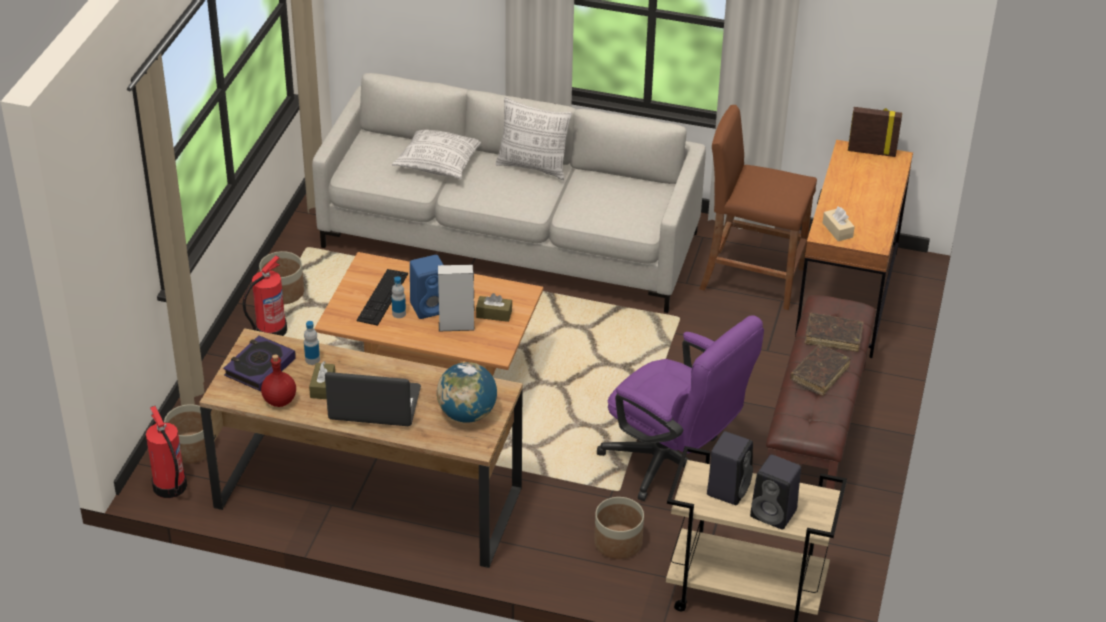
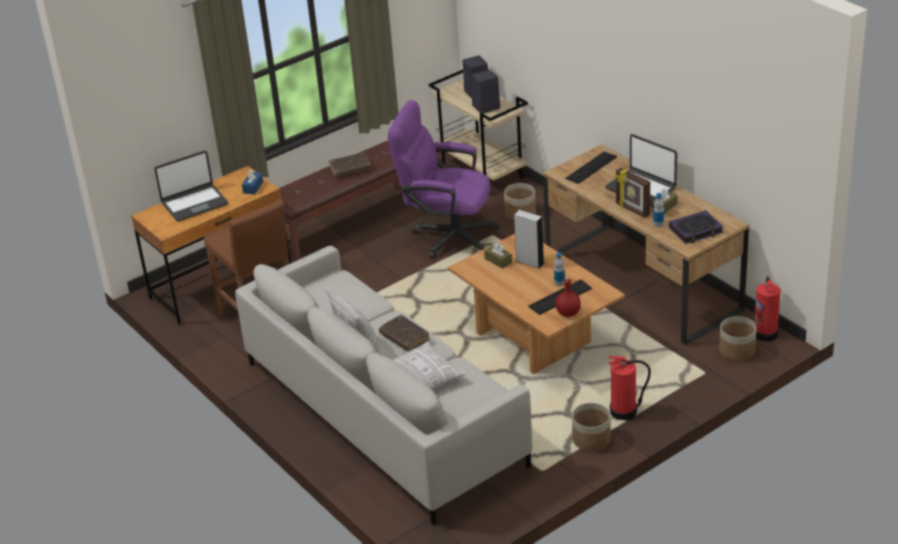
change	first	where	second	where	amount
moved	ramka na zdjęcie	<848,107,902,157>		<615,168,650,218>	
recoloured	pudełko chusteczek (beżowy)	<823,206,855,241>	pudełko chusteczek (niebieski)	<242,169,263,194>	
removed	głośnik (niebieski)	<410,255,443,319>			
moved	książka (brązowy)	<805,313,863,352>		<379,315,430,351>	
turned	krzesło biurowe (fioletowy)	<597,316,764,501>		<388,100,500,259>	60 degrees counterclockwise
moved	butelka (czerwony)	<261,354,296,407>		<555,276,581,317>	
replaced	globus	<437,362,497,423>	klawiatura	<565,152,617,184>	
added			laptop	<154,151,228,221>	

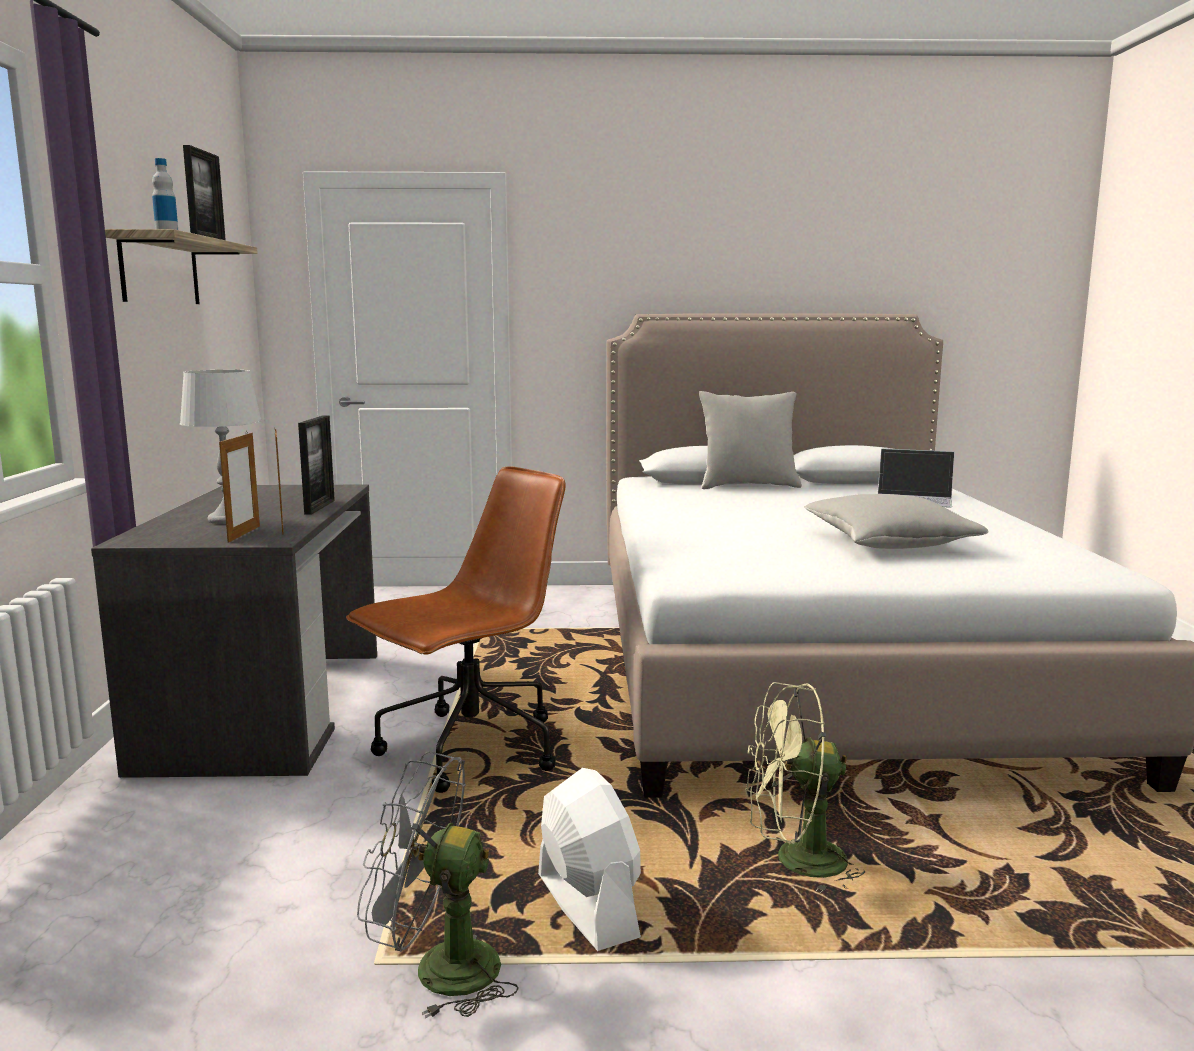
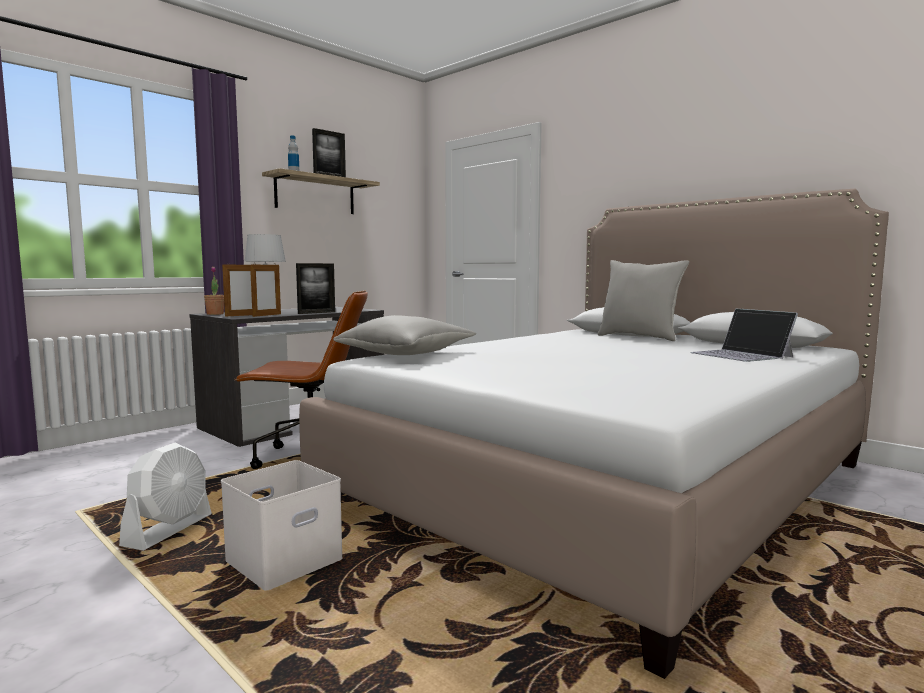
change	first	where	second	where	amount
moved	poduszka (szary)	<804,494,989,549>		<333,315,476,355>	
replaced	wentylator (zielony)	<746,682,866,893>	pojemnik do przechowywania (biały)	<221,460,342,591>	
removed	wentylator (szary)	<357,751,519,1019>			
added			roślina doniczkowa	<204,267,224,315>	

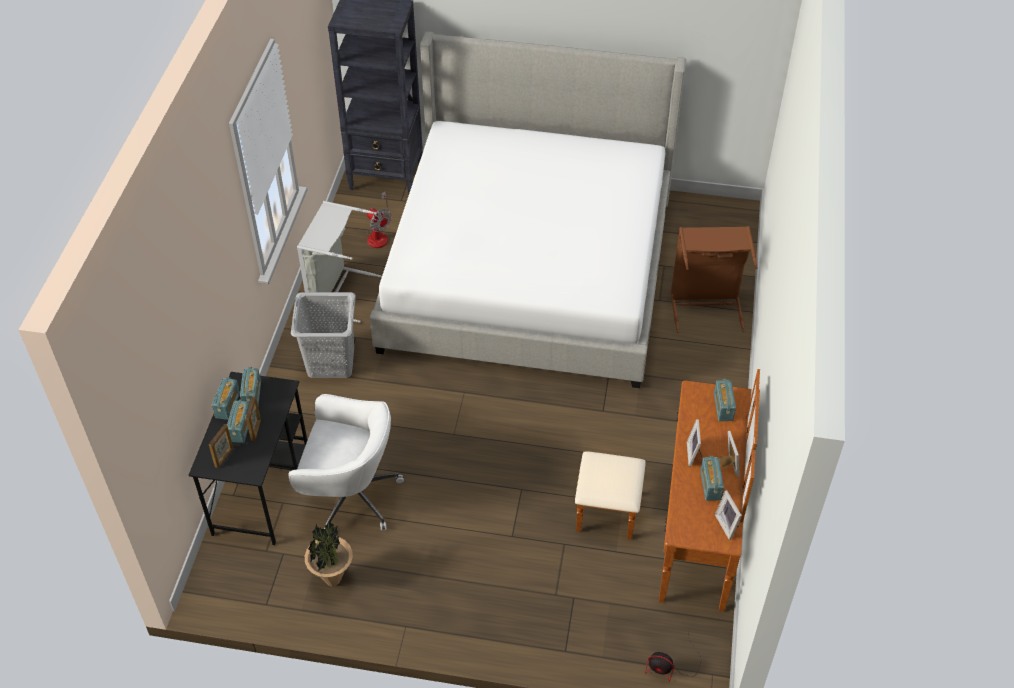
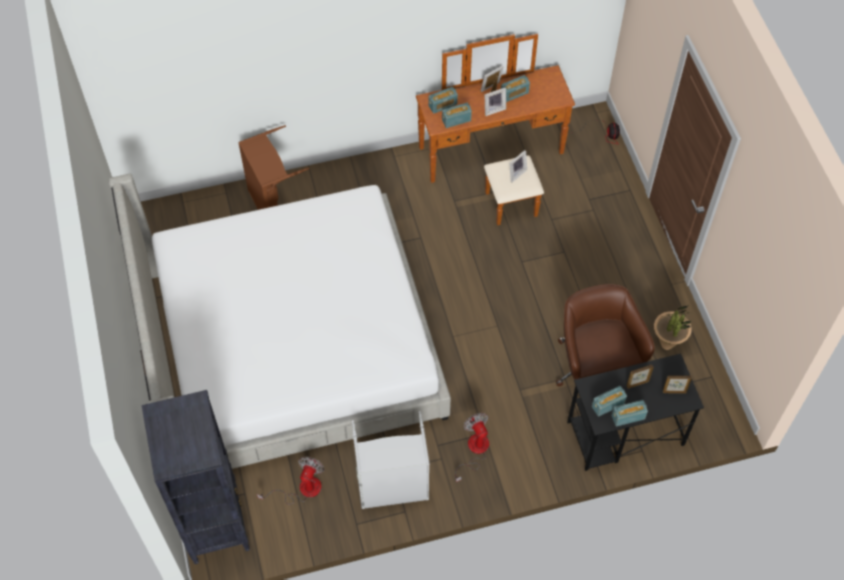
change	first	where	second	where	amount
replaced	kosz na pranie (szary)	<291,292,356,378>	wentylator	<455,413,489,482>	
recoloured	krzesło biurowe (biały)	<288,394,404,530>	krzesło biurowe (brązowy)	<556,284,655,386>	
moved	radio	<227,399,250,443>		<442,103,472,128>	
moved	ramka na zdjęcie	<715,490,742,540>		<509,150,527,182>	

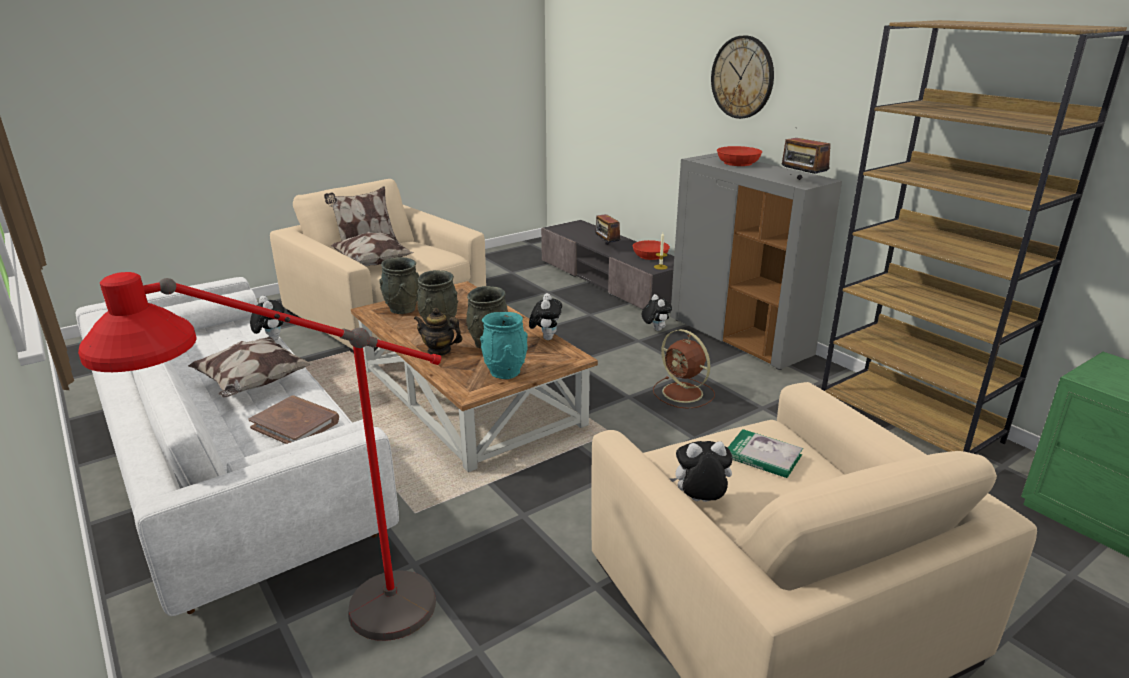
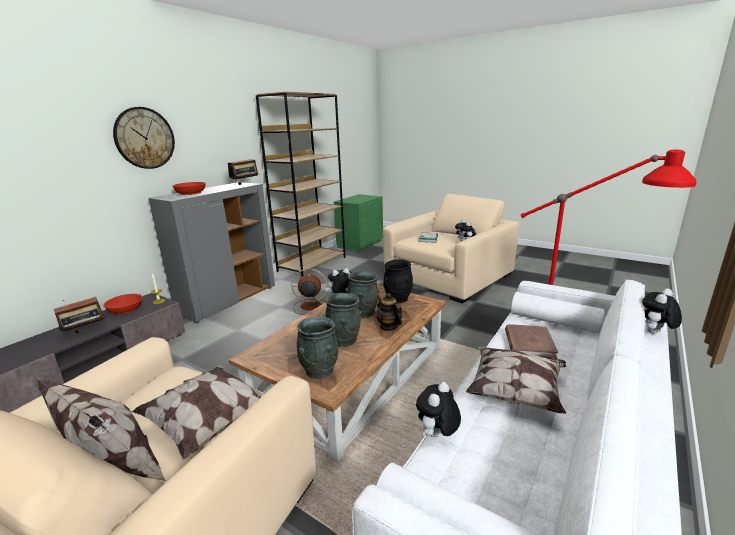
change	first	where	second	where	amount
moved	pluszak	<642,294,672,331>		<642,288,682,334>	
turned	imbryk	<414,308,463,356>		<376,293,402,331>	150 degrees clockwise
recoloured	wazon (turkusowy)	<480,312,528,379>	wazon (czarny)	<383,259,413,303>	
turned	wentylator (brązowy)	<653,329,715,409>		<291,269,328,315>	120 degrees counterclockwise

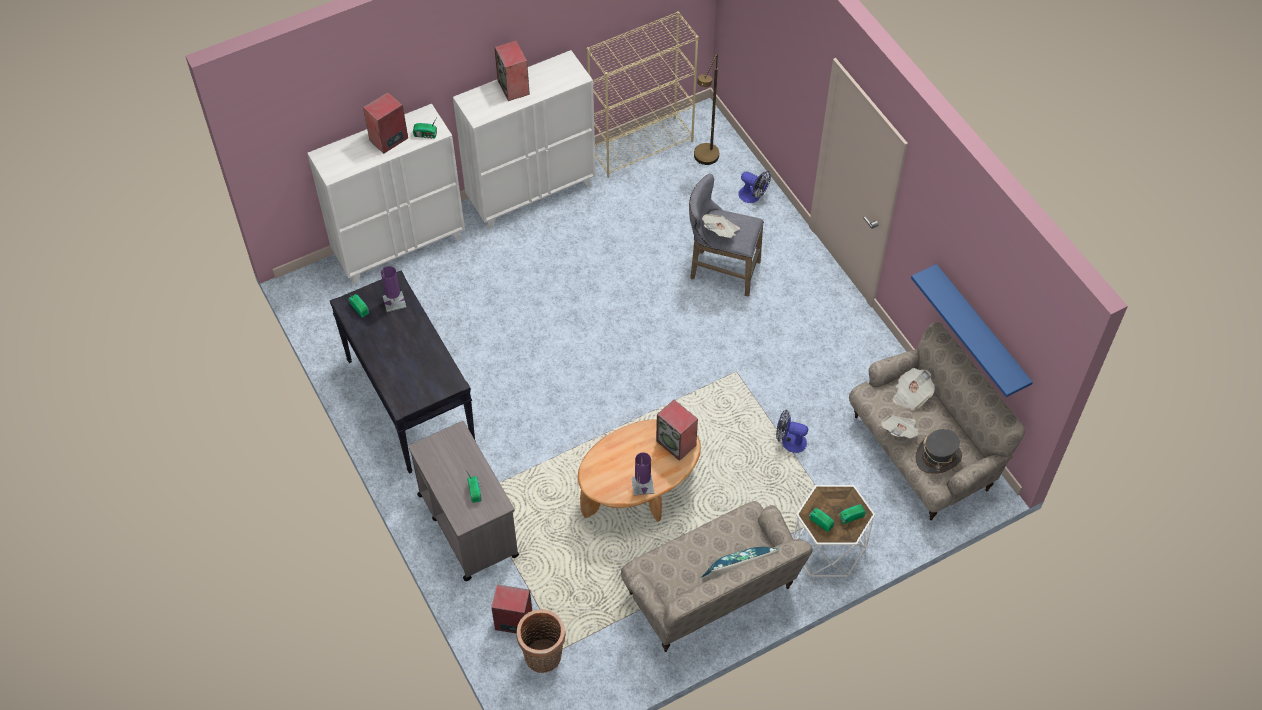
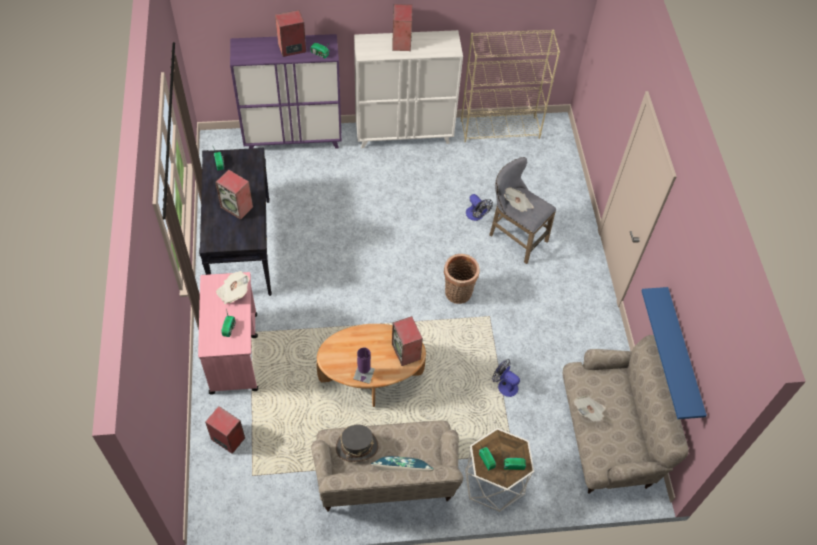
change	first	where	second	where	amount
removed	lampa stojąca (brązowy)	<694,54,719,165>			
recoloured	szafka (biały)	<307,104,465,284>	szafka (fioletowy)	<230,34,342,149>	
moved	wentylator	<738,171,771,203>		<466,194,493,221>	
removed	lampa stołowa (fioletowy)	<381,266,407,312>			
moved	gazeta	<892,368,935,411>		<216,271,250,304>	
recoloured	wózek (szary)	<408,421,519,581>	wózek (różowy)	<198,272,258,394>	
moved	kapelusz (szary)	<916,429,962,474>		<336,425,378,462>	
moved	koszyk	<517,609,566,673>		<444,254,480,304>	
added			głośnik	<215,169,253,220>	

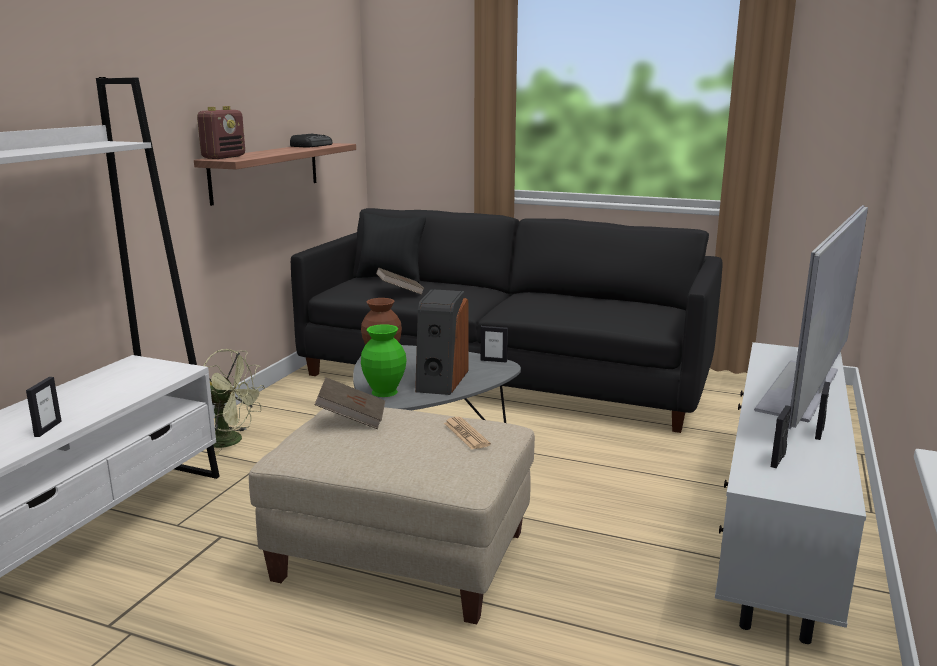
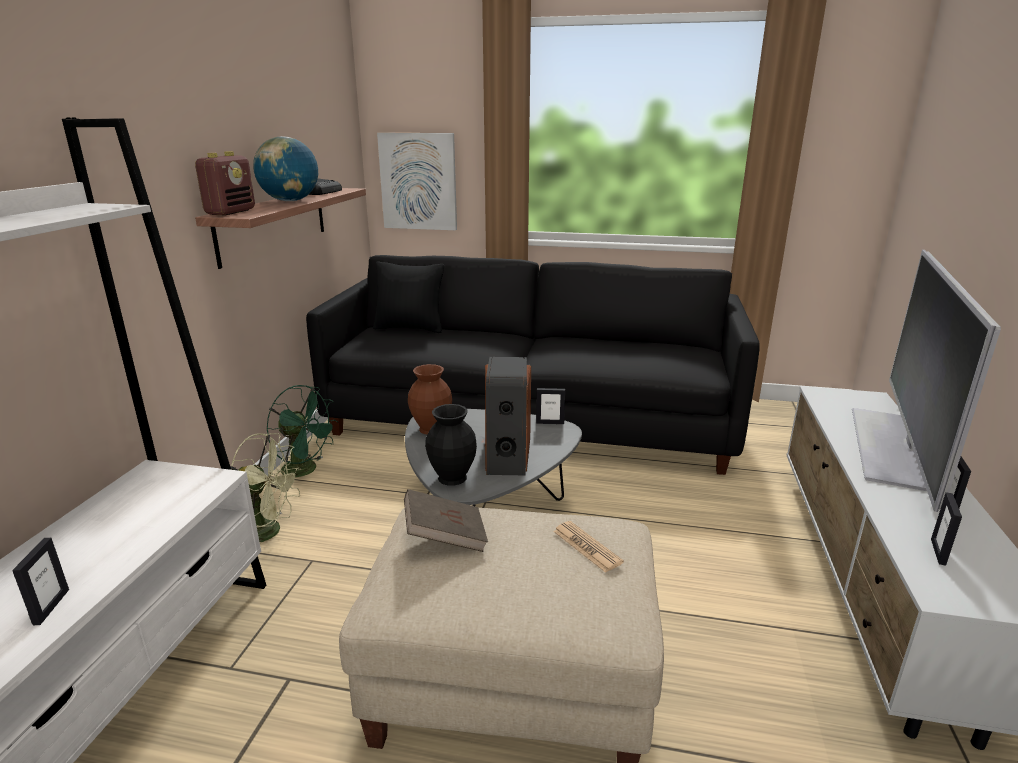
change	first	where	second	where	amount
removed	książka (brązowy)	<376,268,424,295>			
recoloured	wazon (zielony)	<361,324,407,397>	wazon (czarny)	<425,404,477,486>	
added			obraz	<377,133,457,230>	
added			globus	<253,136,318,201>	
added			wentylator (zielony)	<266,385,338,477>	

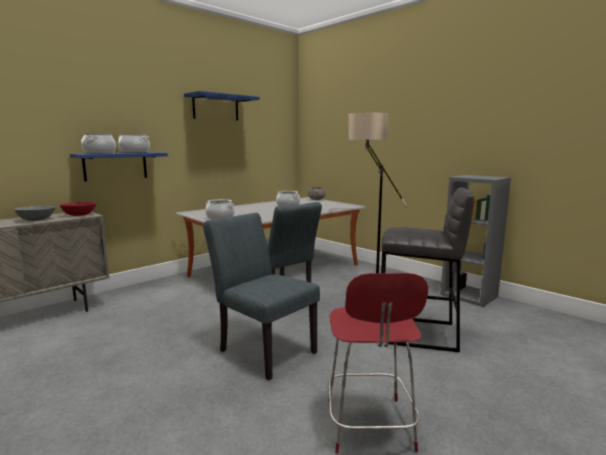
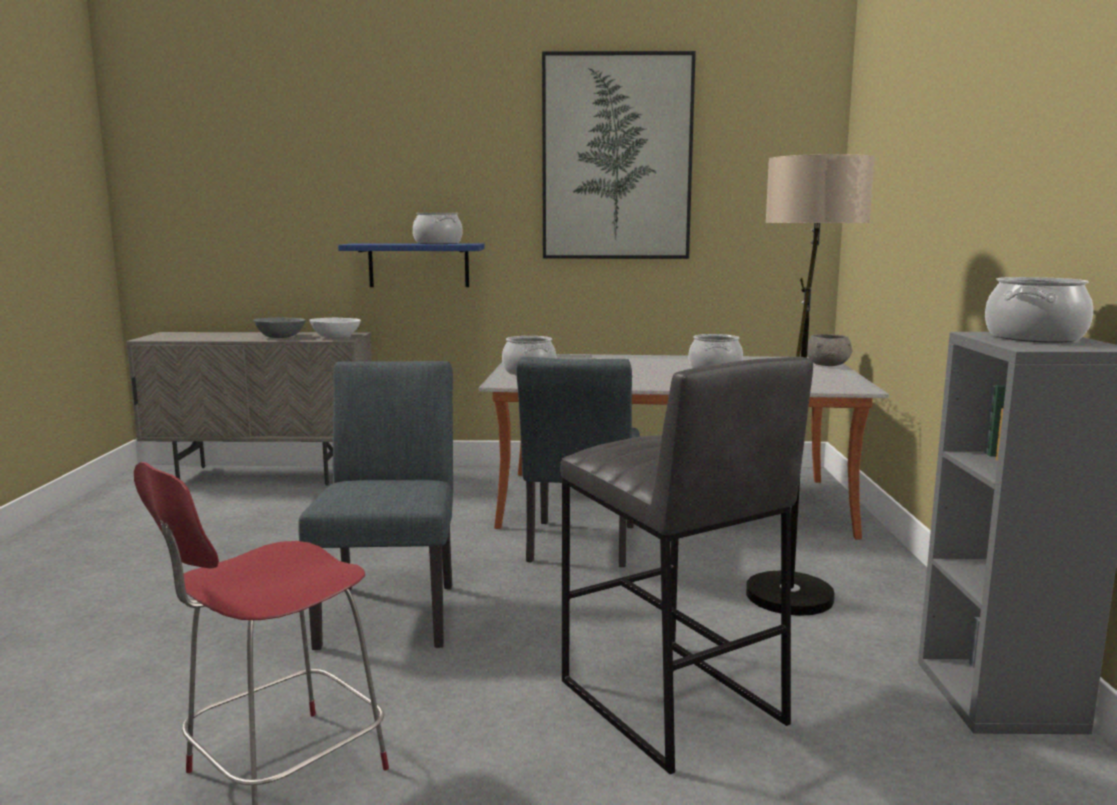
change	first	where	second	where	amount
replaced	półka (niebieski)	<184,91,260,121>	obraz	<542,51,696,259>	
moved	garnek	<81,134,116,154>		<985,277,1093,343>	
recoloured	miska (czerwony)	<60,202,97,216>	miska (biały)	<309,318,361,338>	

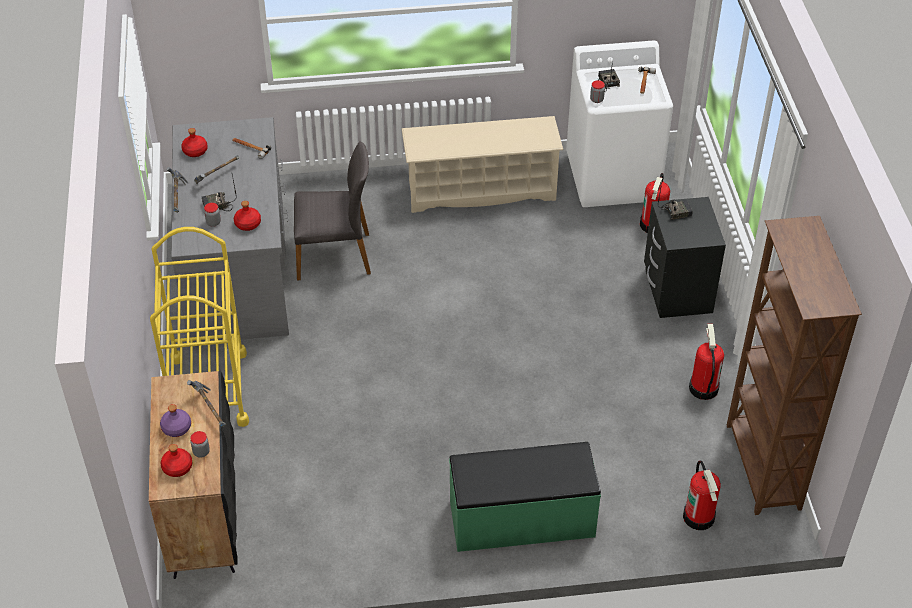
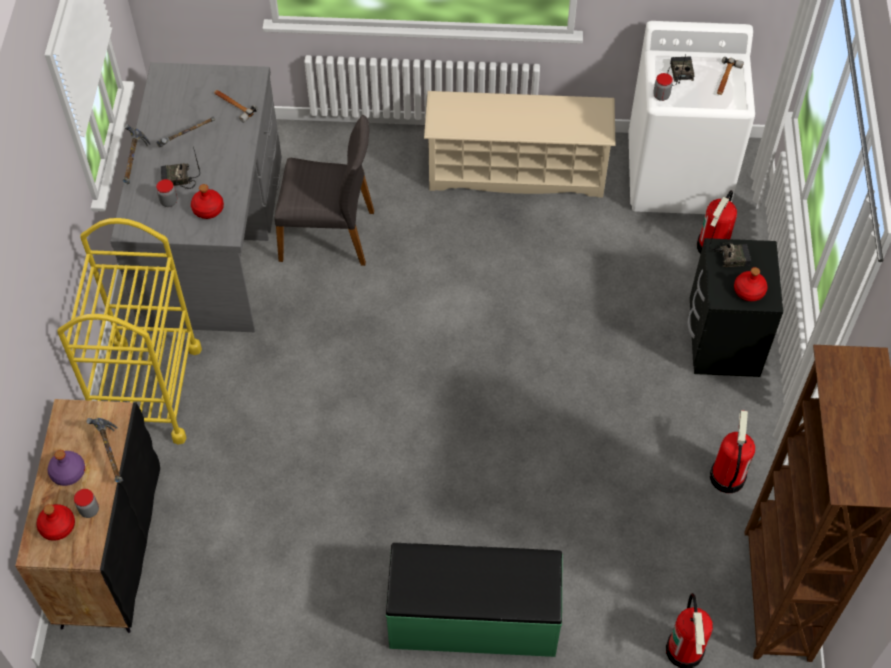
change	first	where	second	where	amount
moved	butelka (czerwony)	<181,128,208,157>		<734,267,768,301>	

